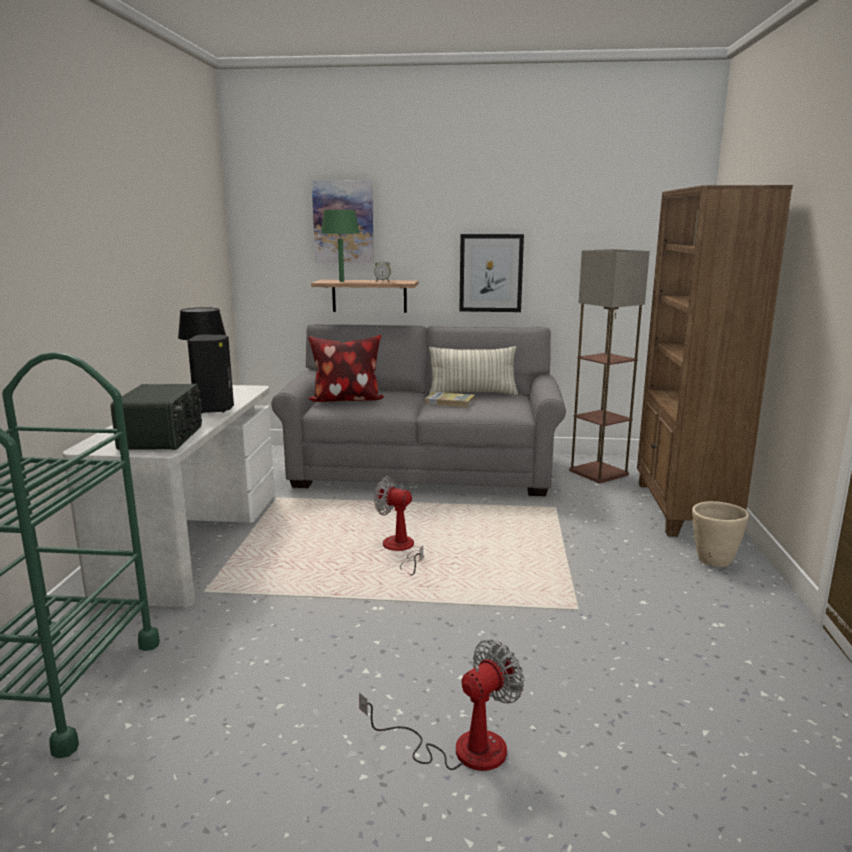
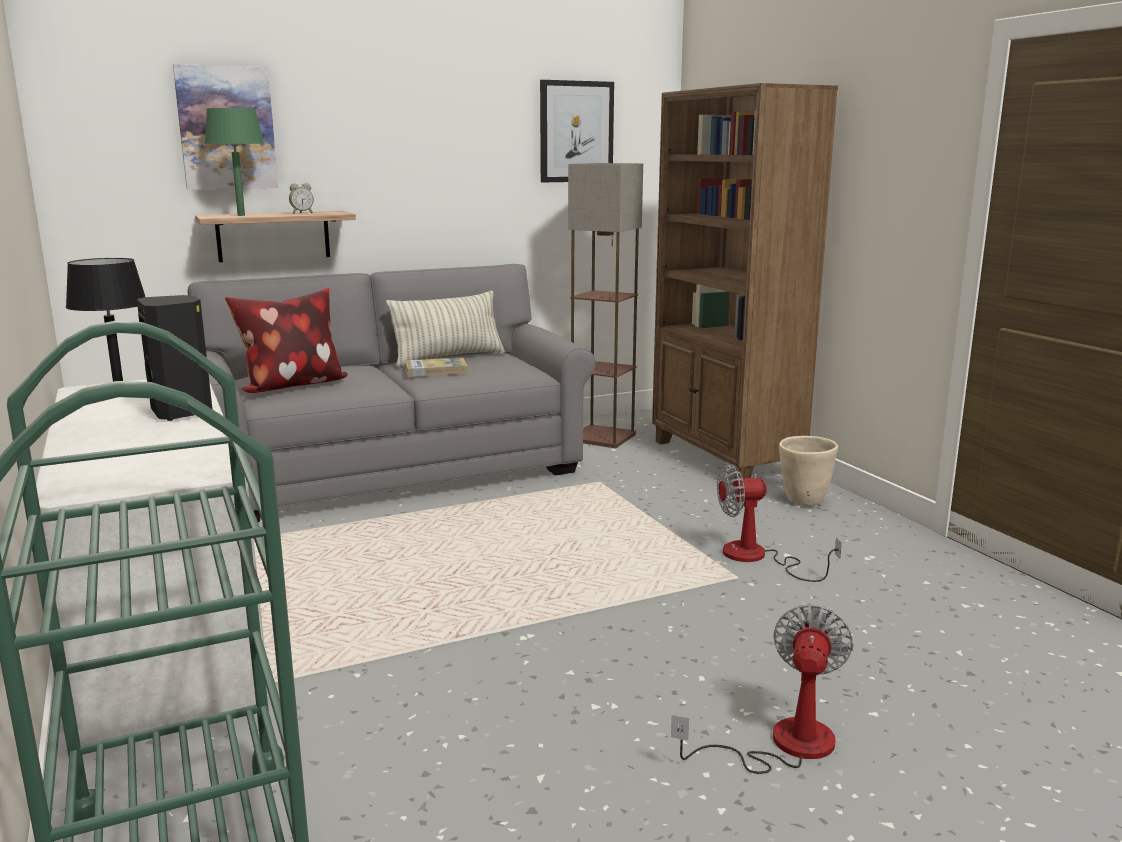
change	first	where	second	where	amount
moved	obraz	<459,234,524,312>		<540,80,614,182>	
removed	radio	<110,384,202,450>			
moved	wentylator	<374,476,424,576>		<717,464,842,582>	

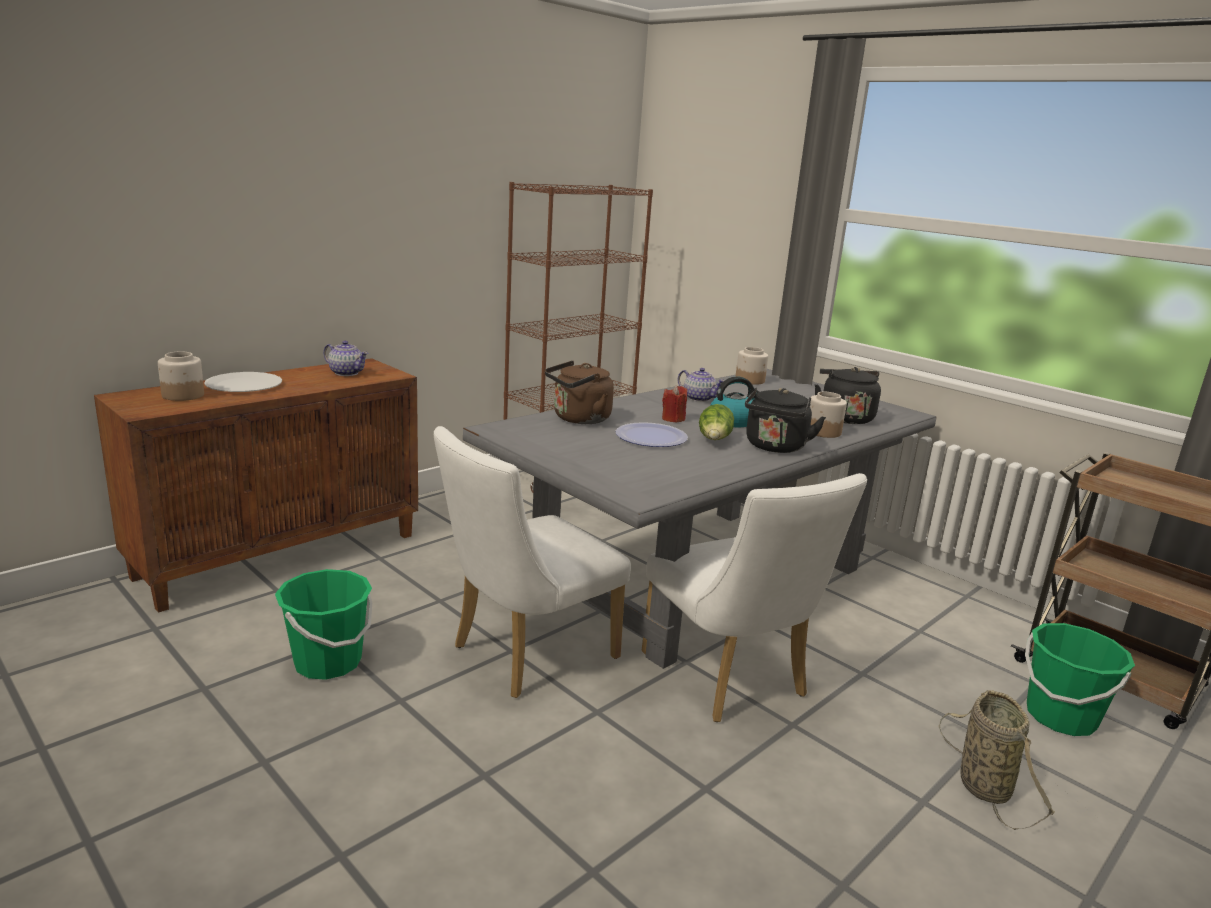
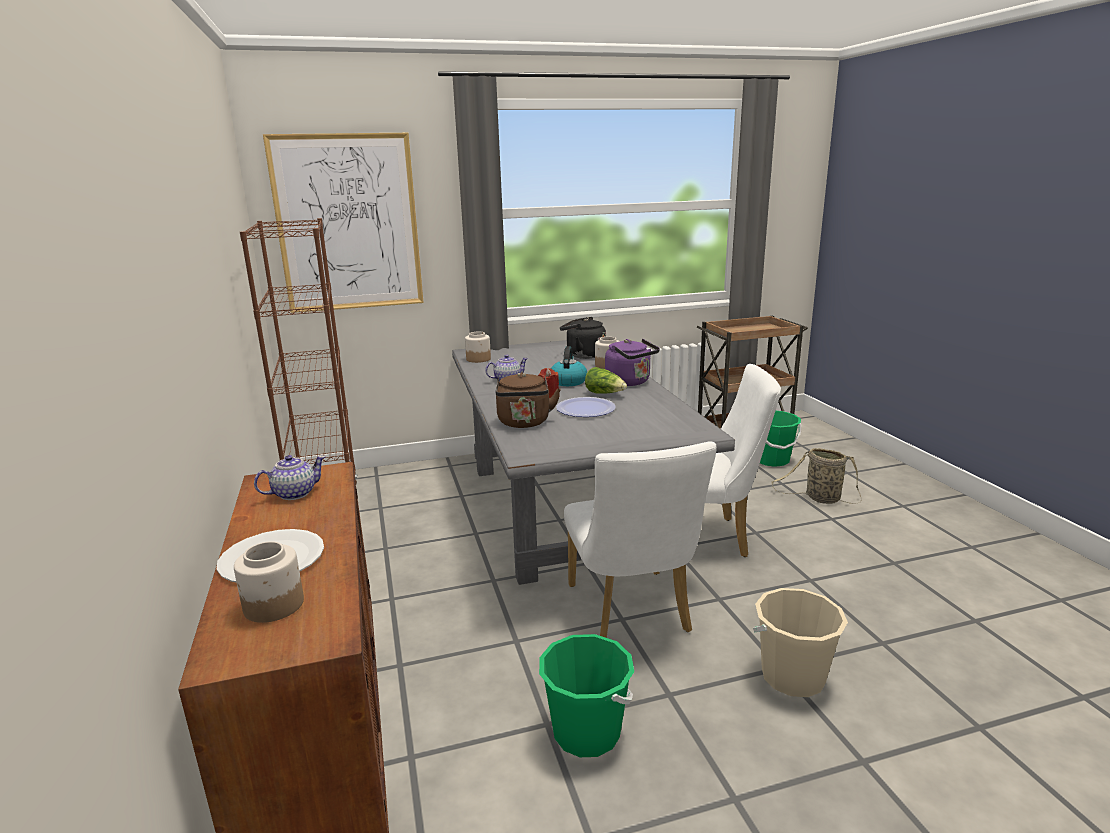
change	first	where	second	where	amount
recoloured	czajnik (czarny)	<745,388,826,453>	czajnik (fioletowy)	<605,339,660,386>	
added			obraz	<263,133,424,313>	
added			wiadro (beżowy)	<753,588,848,697>	

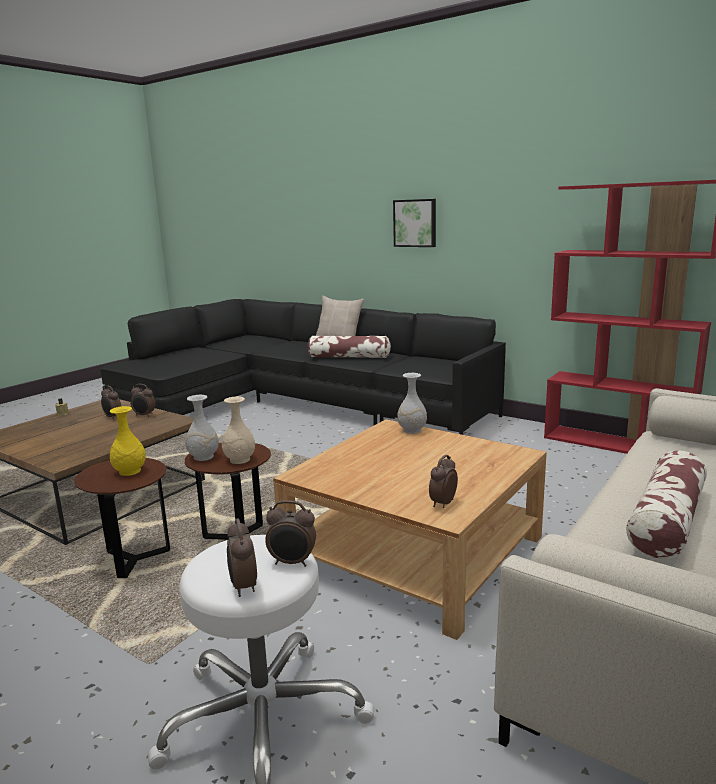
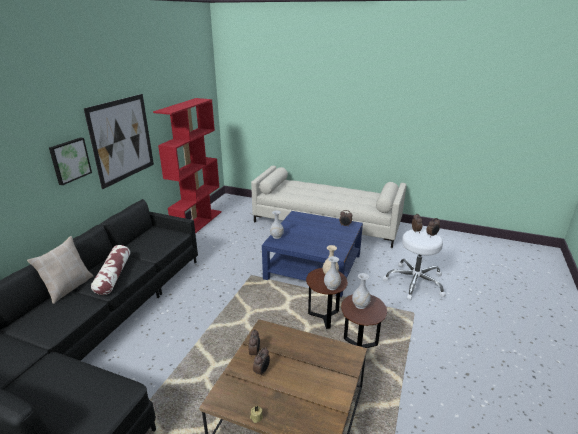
change	first	where	second	where	amount
recoloured	wazon (żółty)	<110,406,146,476>	wazon (biały)	<352,273,371,309>	
recoloured	ława (beżowy)	<273,419,547,640>	ława (niebieski)	<262,211,363,297>	
removed	poduszka	<626,450,707,559>			
added			obraz	<83,94,154,189>	

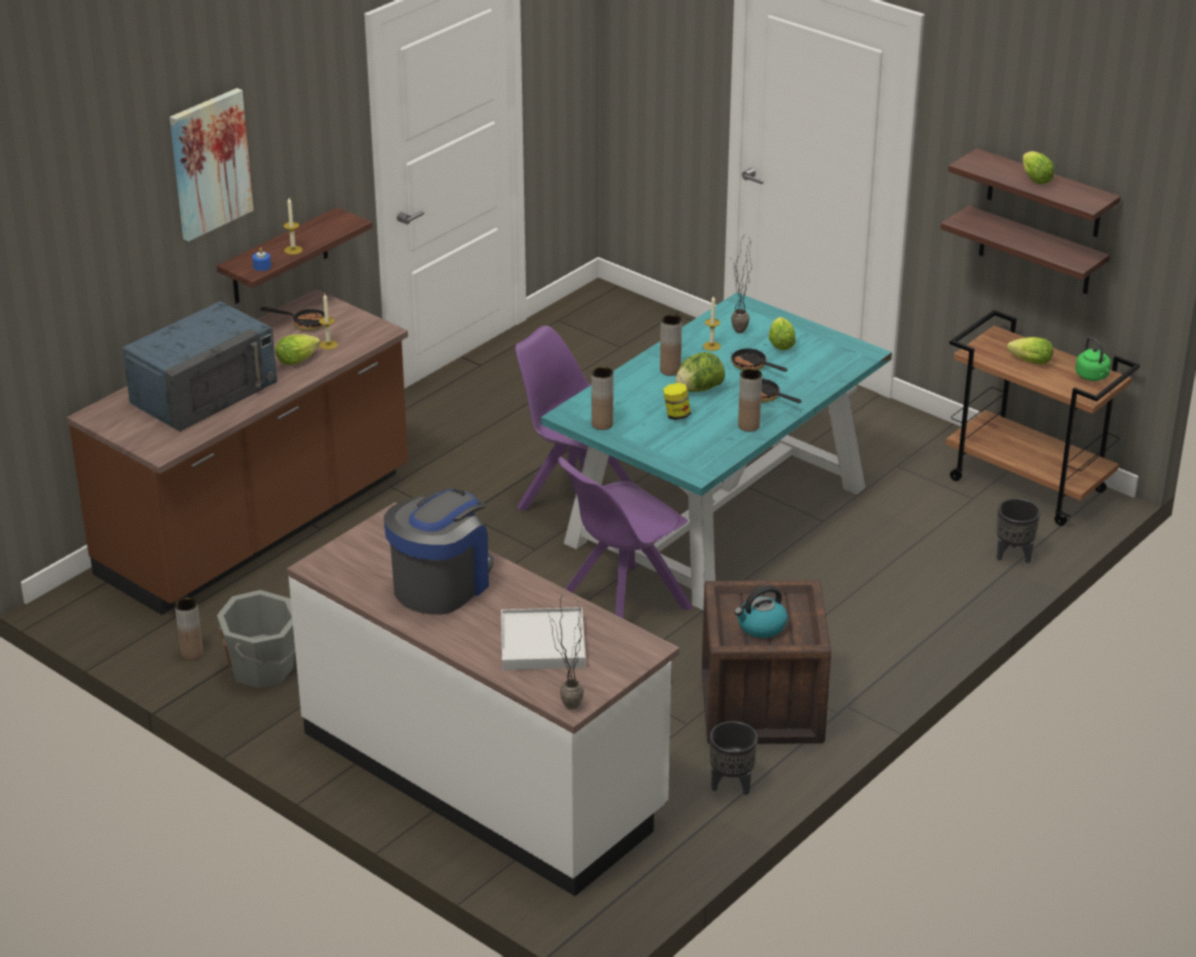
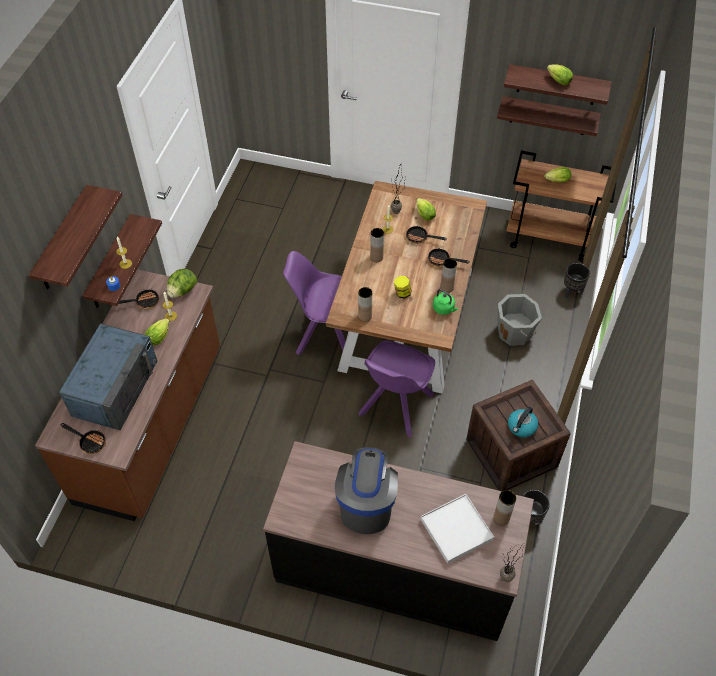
change	first	where	second	where	amount
replaced	obraz	<170,88,254,241>	półka	<29,185,122,289>	
recoloured	stół jadalny (turkusowy)	<541,292,892,611>	stół jadalny (brązowy)	<326,181,487,393>	
moved	czajnik (zielony)	<1075,337,1111,381>		<433,289,458,315>	
moved	sałata	<675,352,725,392>		<167,269,197,298>	
recoloured	zabudowa kuchenna (biały)	<287,502,679,896>	zabudowa kuchenna (czarny)	<263,441,534,641>	
moved	wiadro (szary)	<217,590,295,688>		<497,294,542,346>	
moved	wazon (brązowy)	<175,598,203,660>		<494,490,516,525>	
added			patelnia	<61,423,106,454>	

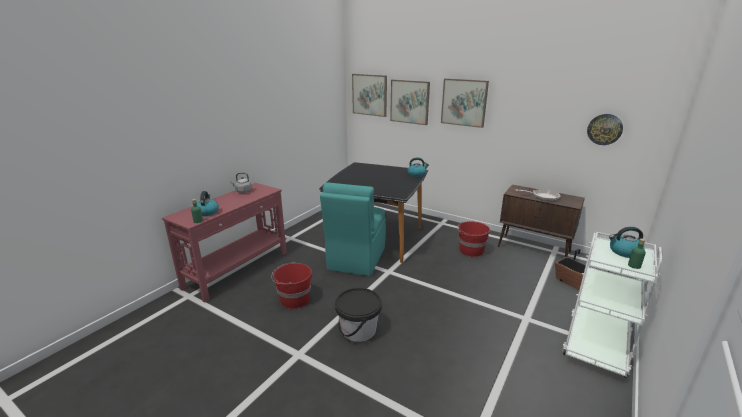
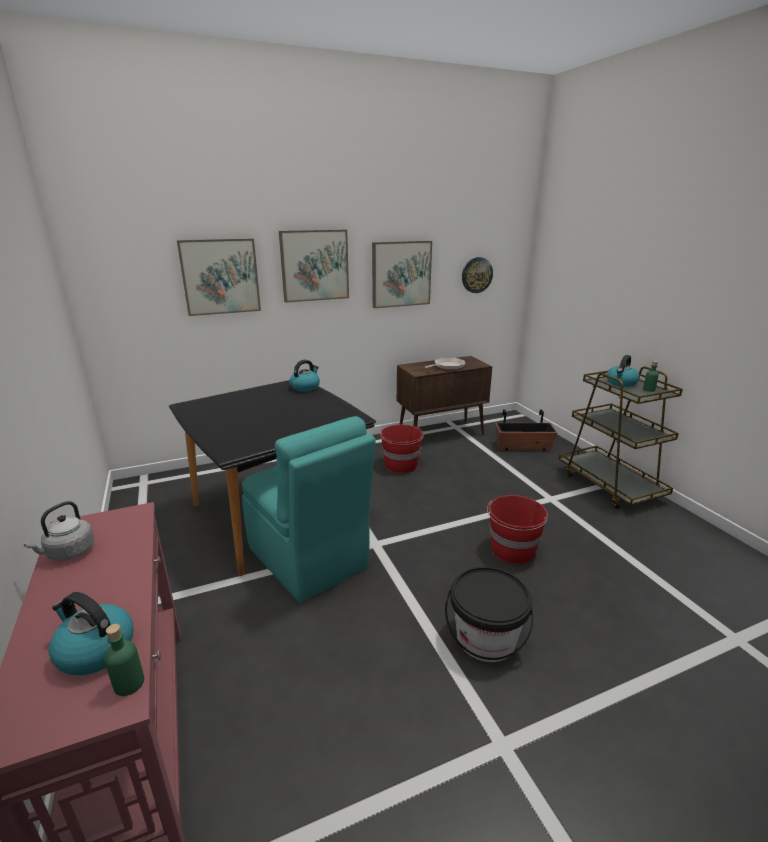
change	first	where	second	where	amount
moved	obraz	<352,74,387,117>		<372,241,432,308>	
recoloured	wózek (biały)	<562,232,662,378>	wózek (brązowy)	<559,366,683,509>	
moved	wiadro (czerwony)	<271,262,312,309>		<487,495,548,564>	

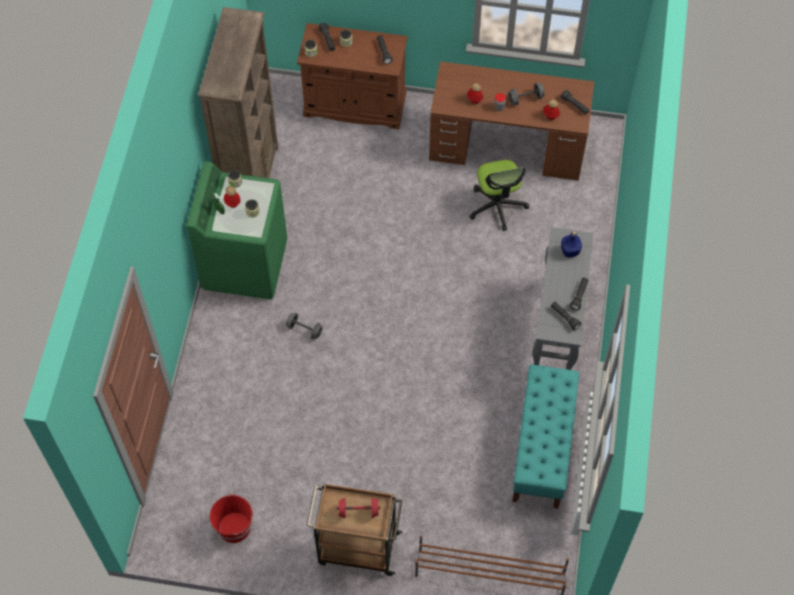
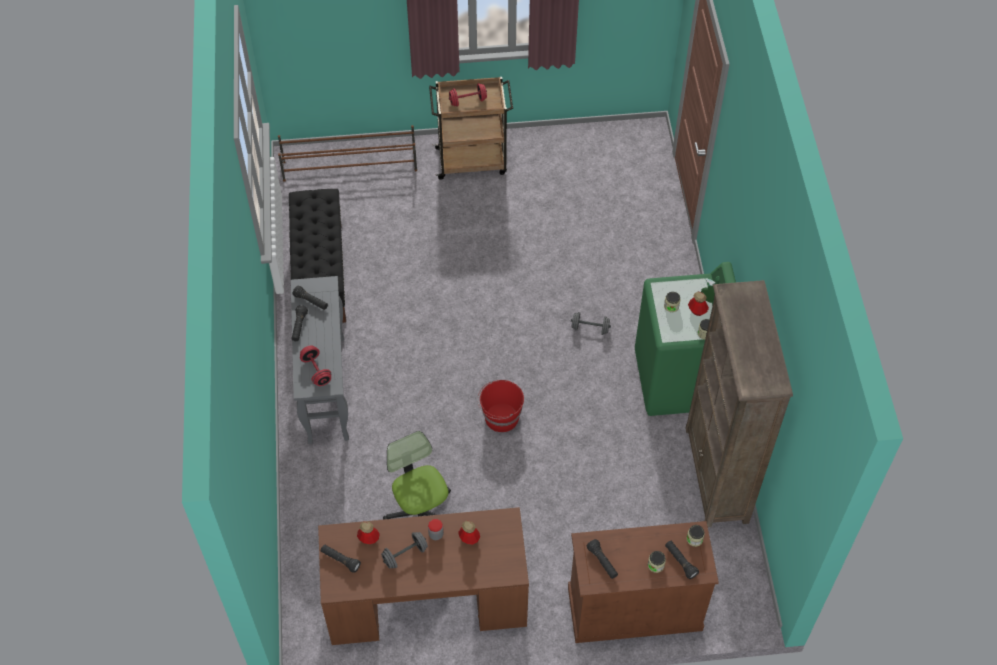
change	first	where	second	where	amount
replaced	butelka (niebieski)	<561,231,582,257>	hantel (czerwony)	<300,345,331,386>	
recoloured	ławka (turkusowy)	<512,365,579,509>	ławka (czarny)	<289,189,346,323>	
moved	wiadro (czerwony)	<210,494,255,543>		<478,380,524,432>	

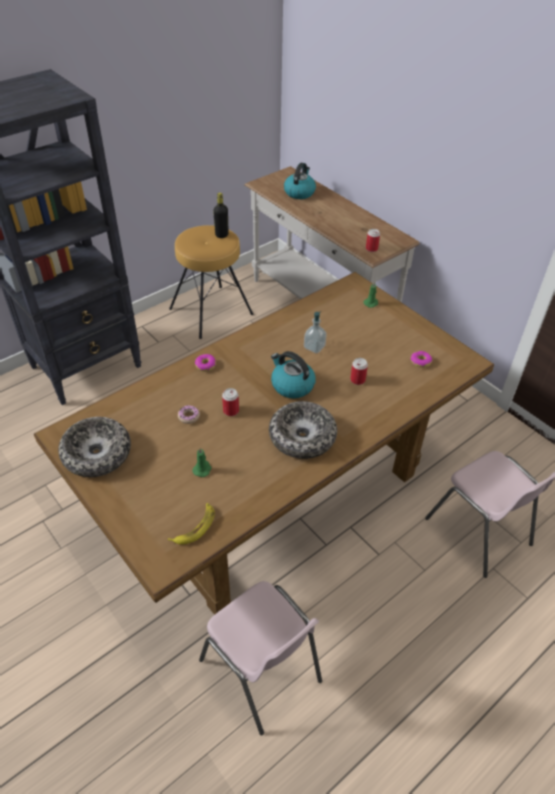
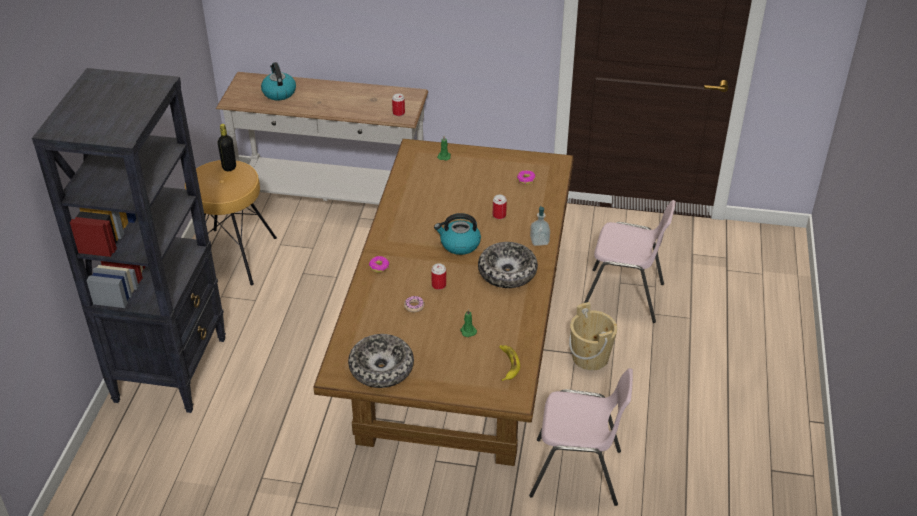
change	first	where	second	where	amount
moved	dozownik mydła	<304,311,327,353>		<530,206,550,246>	
added			wiadro (beżowy)	<569,302,617,370>	

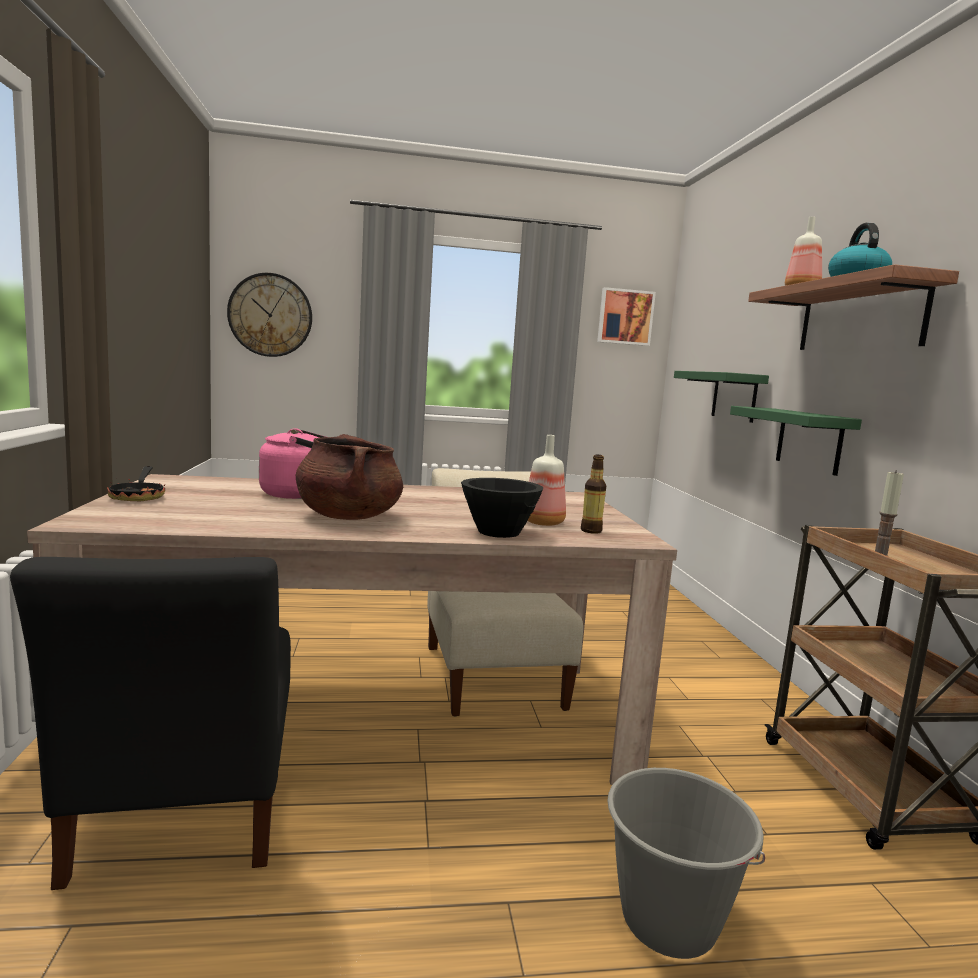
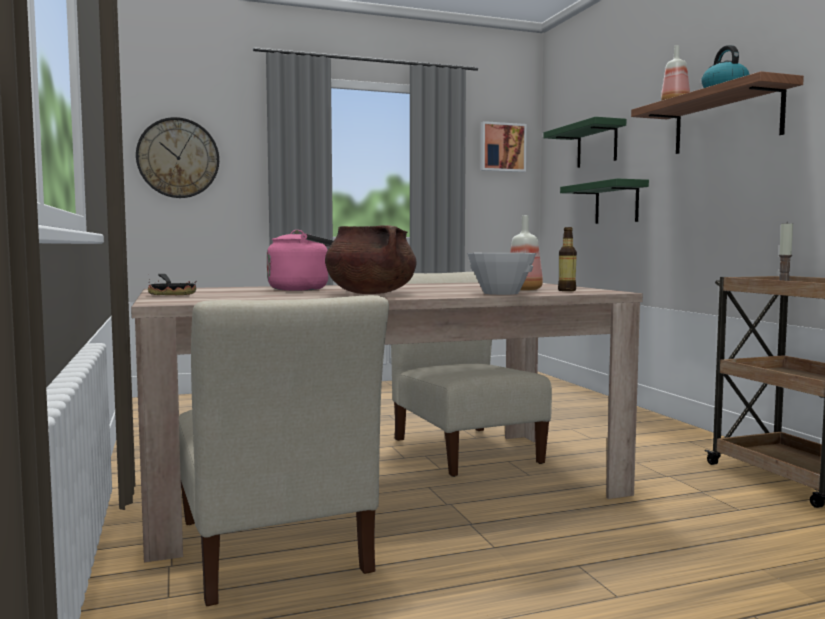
change	first	where	second	where	amount
moved	półka (zielony)	<730,406,862,476>		<543,117,626,168>	
recoloured	miska (czarny)	<461,478,544,538>	miska (biały)	<467,253,536,295>	
recoloured	krzesło (czarny)	<10,557,291,890>	krzesło (beżowy)	<179,295,389,606>	
removed	wiadro (szary)	<607,768,765,959>			

